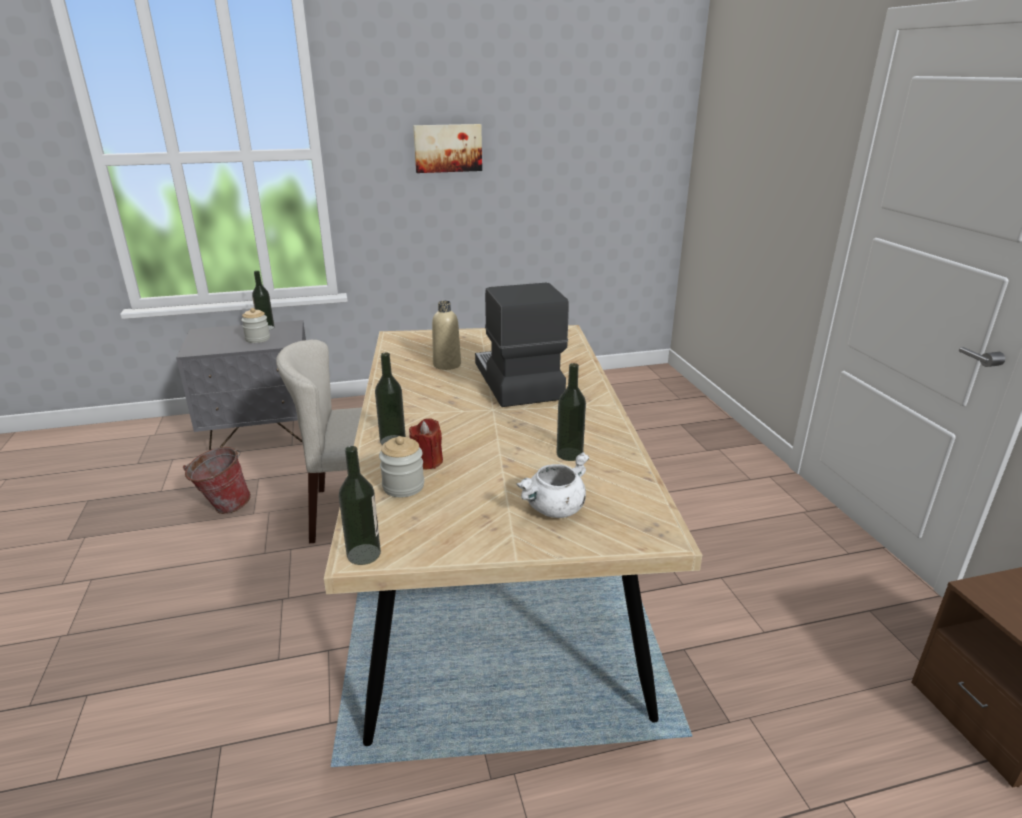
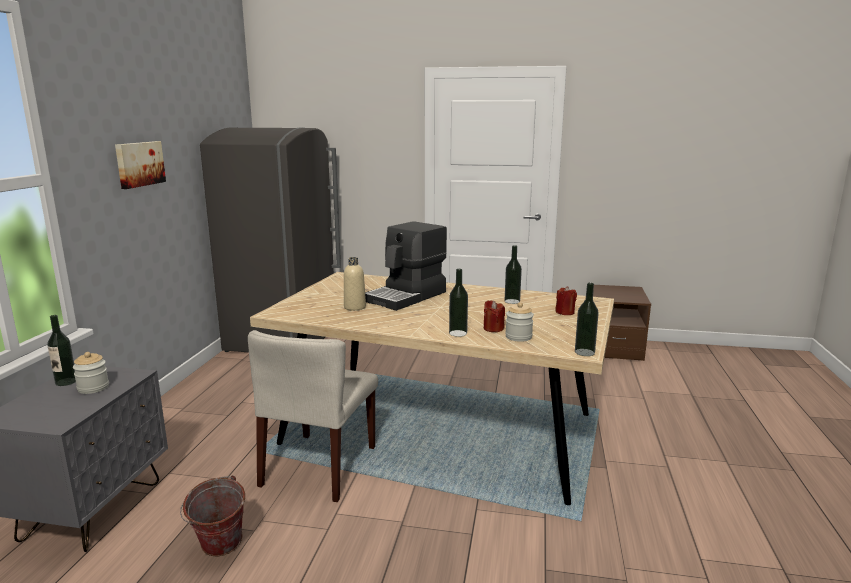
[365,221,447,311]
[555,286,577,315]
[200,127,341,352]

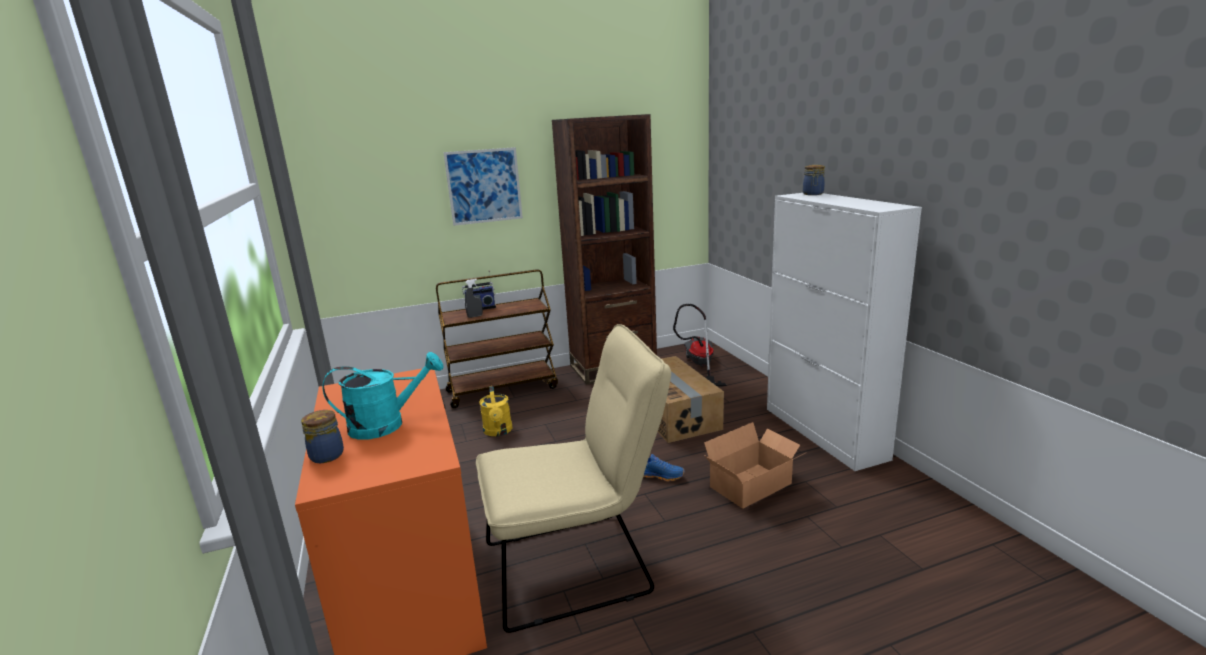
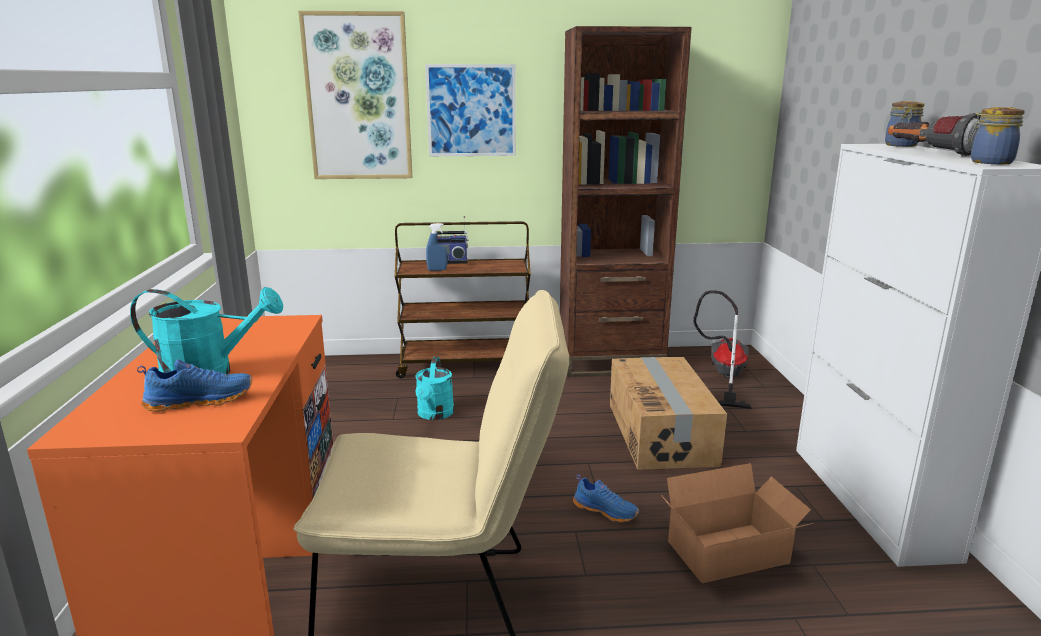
[426,223,447,271]
[415,357,454,420]
[968,107,1025,164]
[298,11,412,179]
[888,113,981,157]
[137,359,252,412]

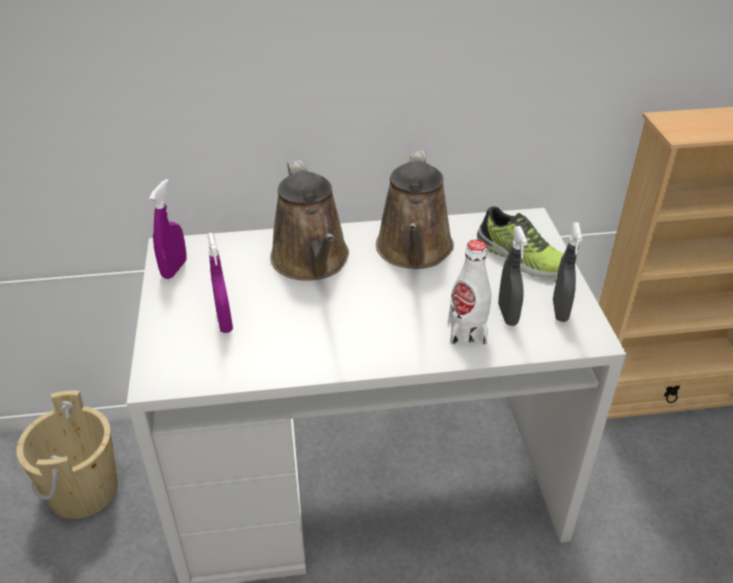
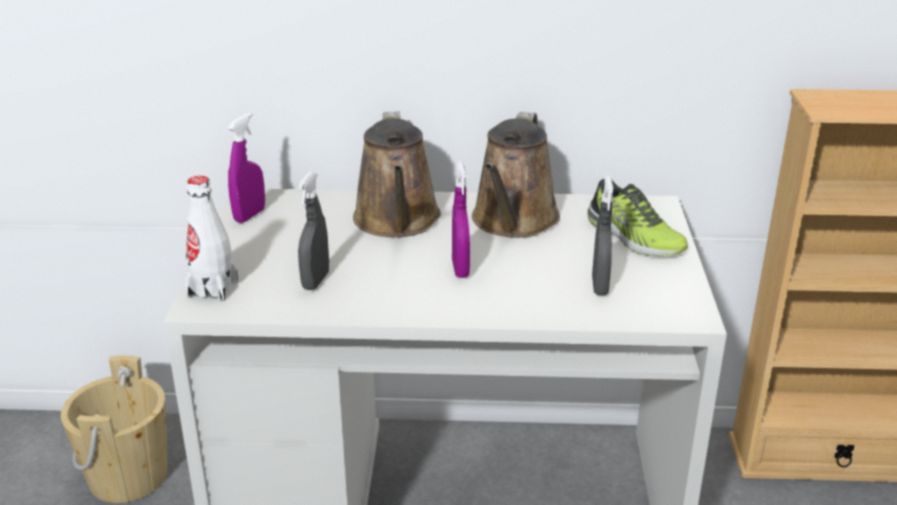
[298,172,329,290]
[452,161,470,278]
[185,176,238,301]

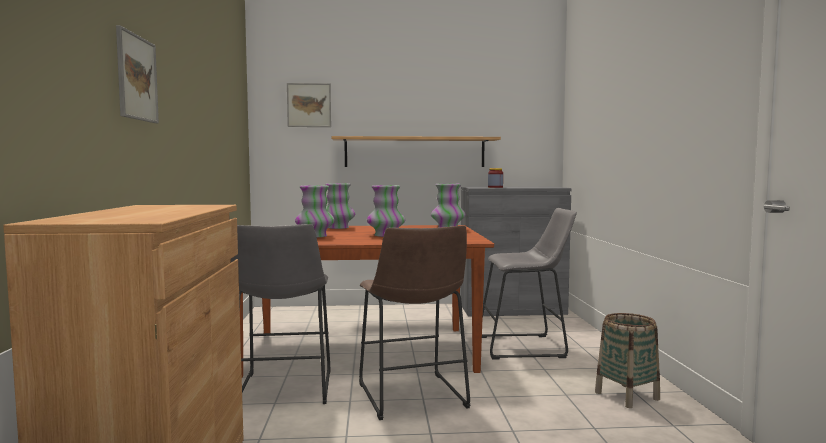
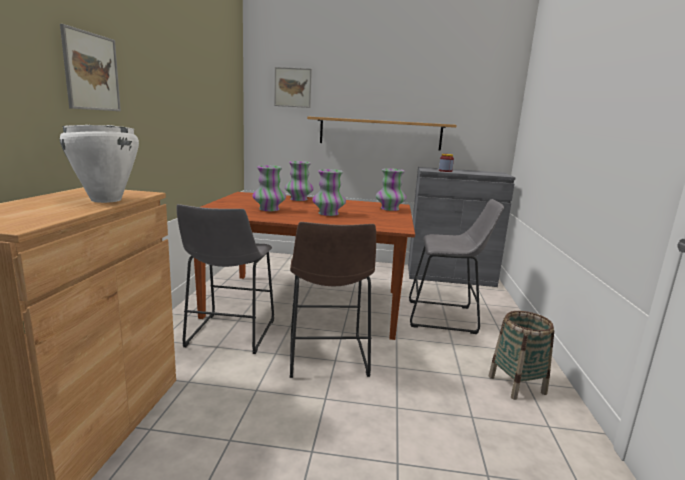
[60,125,139,203]

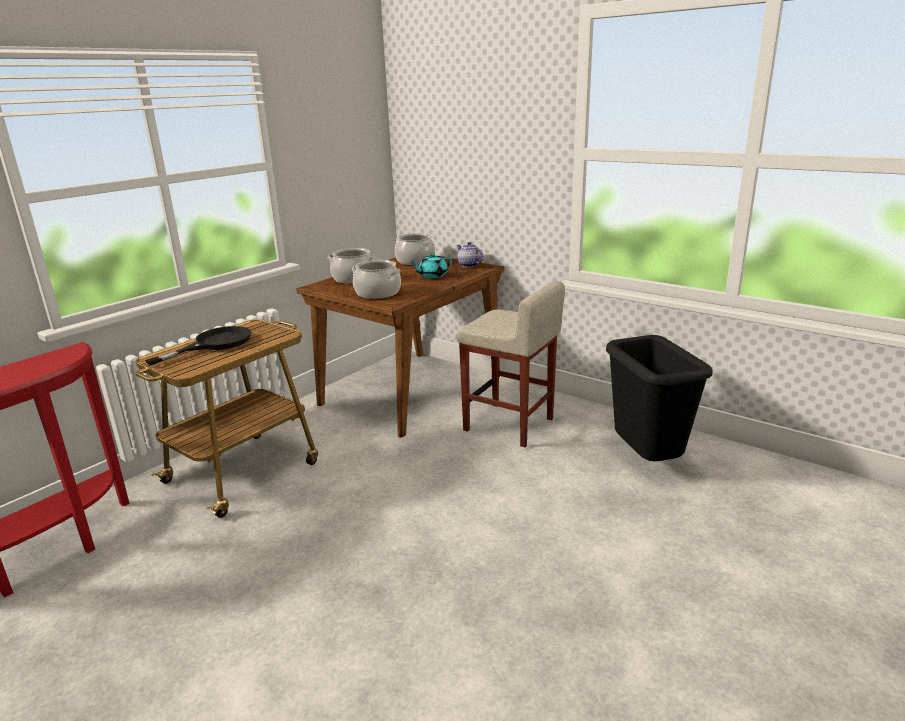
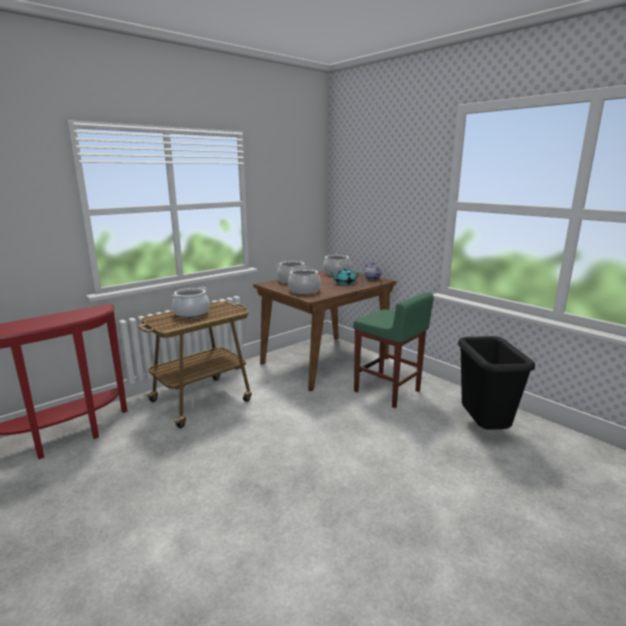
[353,292,434,408]
[172,287,210,318]

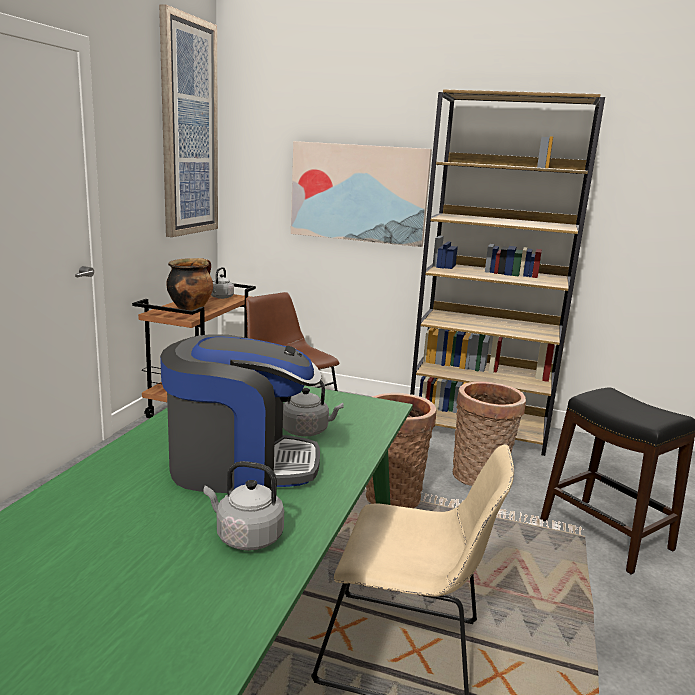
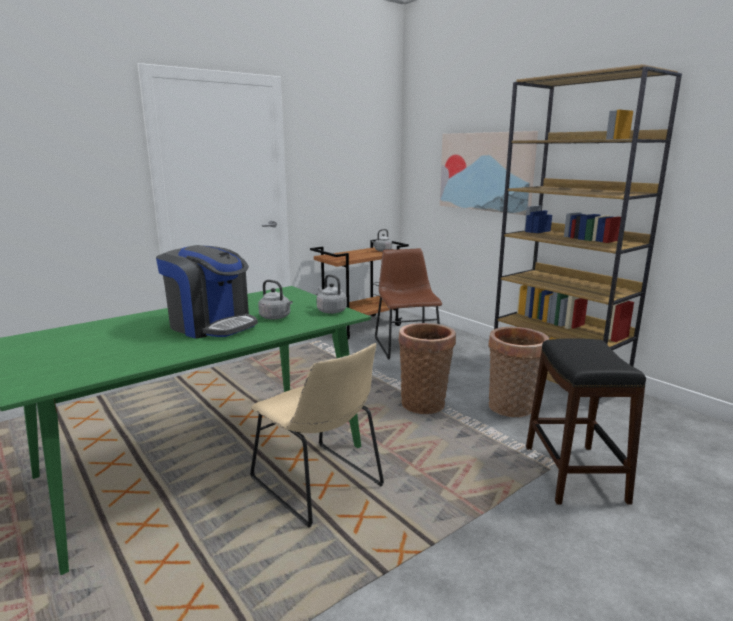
[159,4,218,237] (first image)
[166,258,213,311] (first image)
[316,274,347,314]

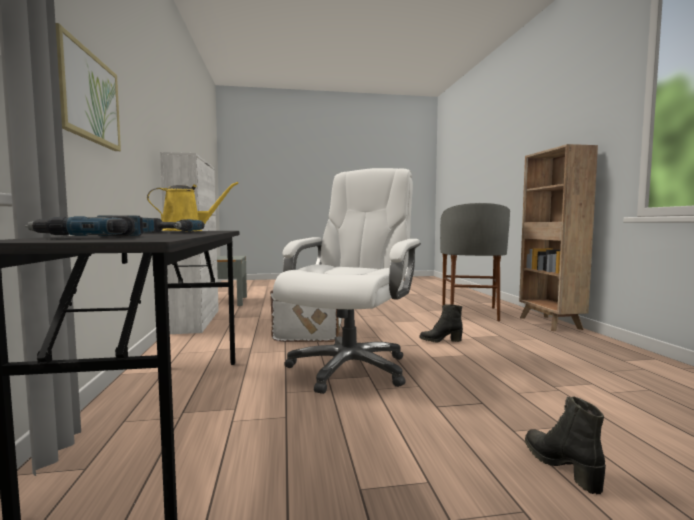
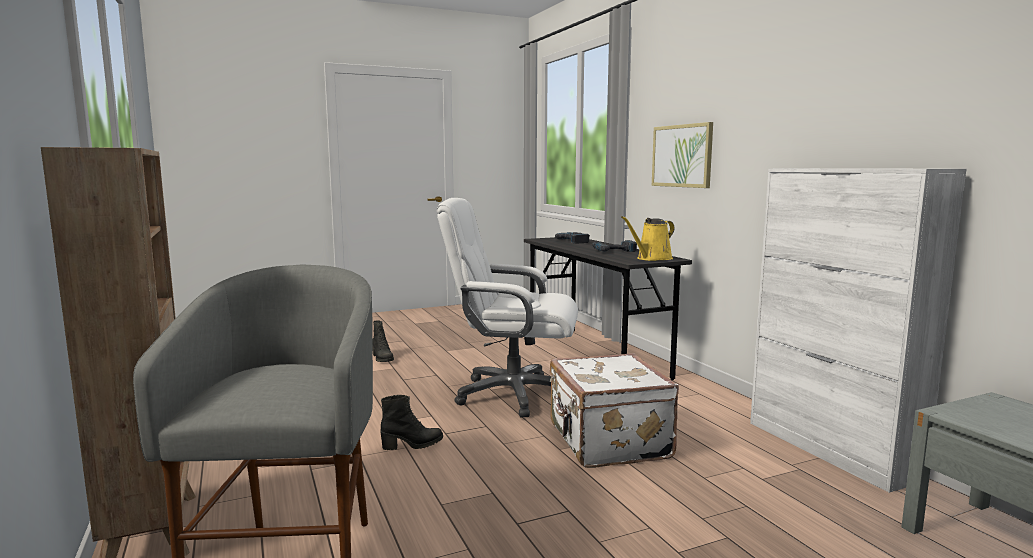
[437,198,578,418]

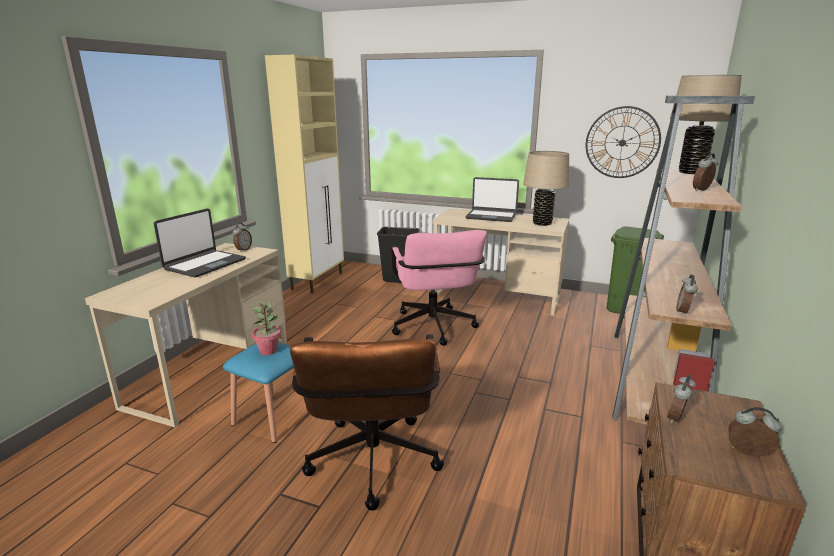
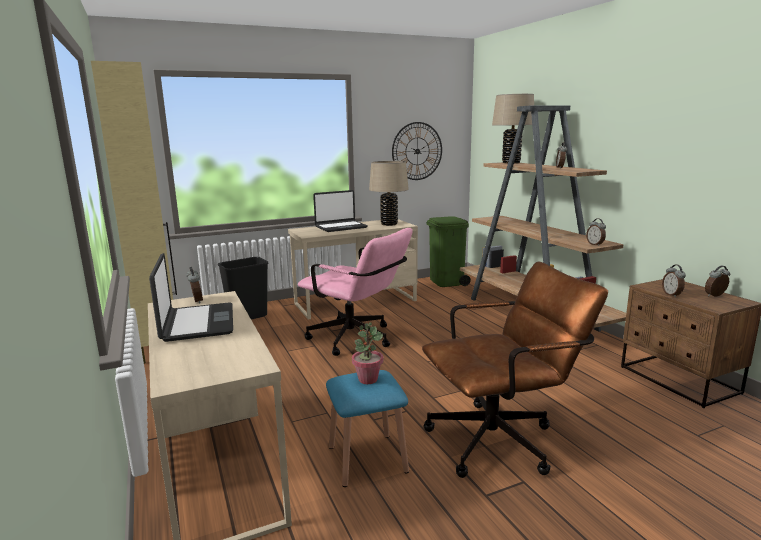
[422,261,608,478]

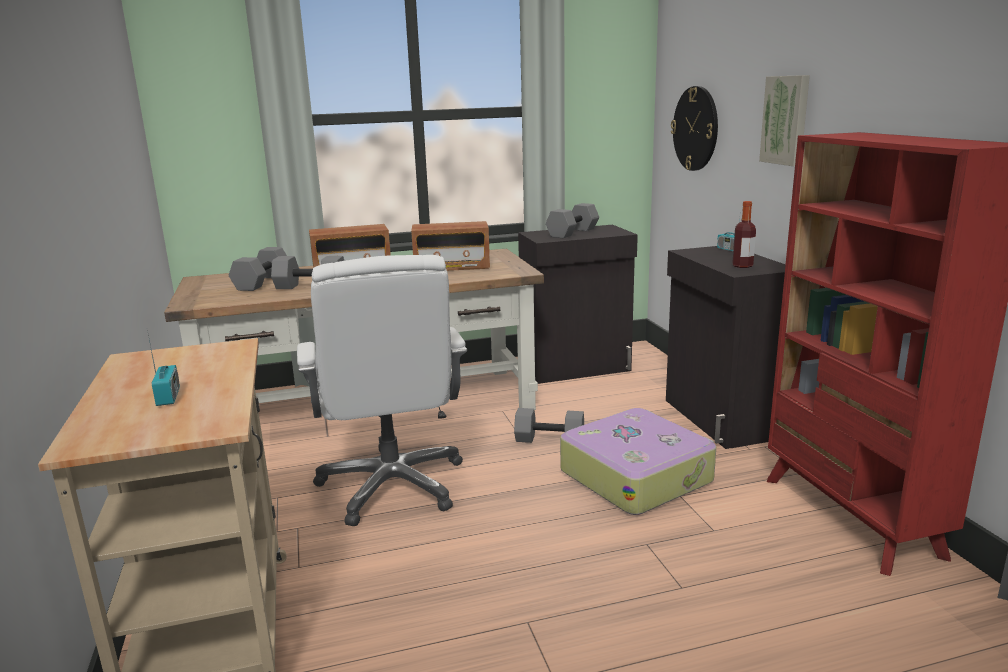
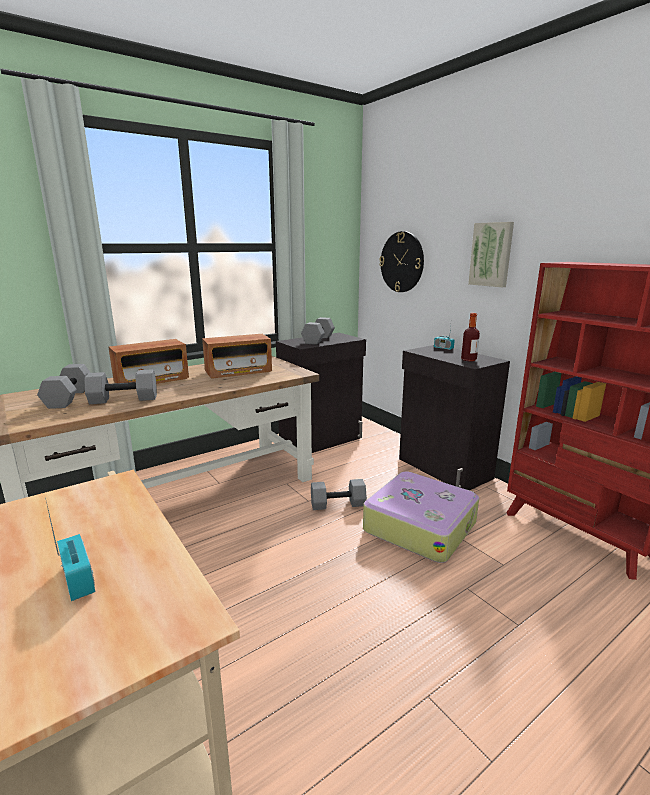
[297,255,467,526] (first image)

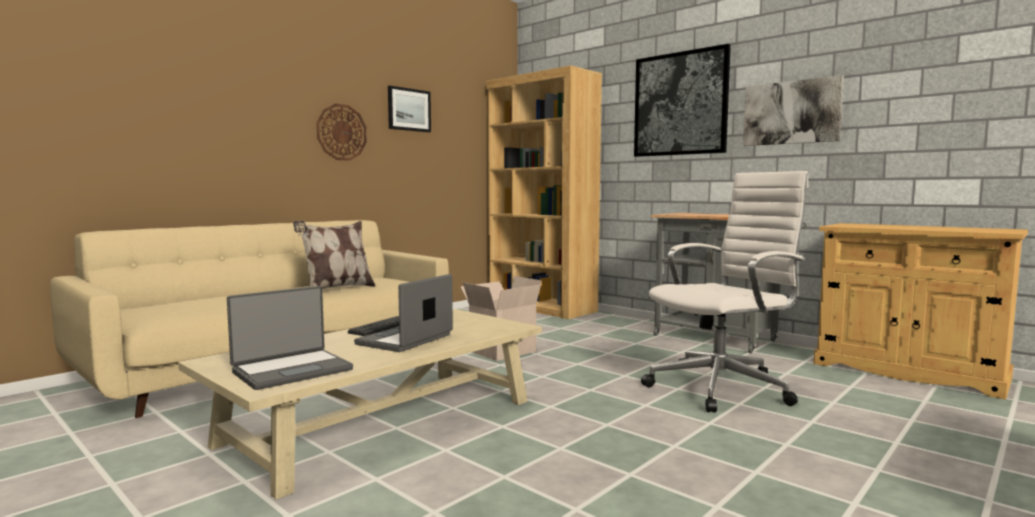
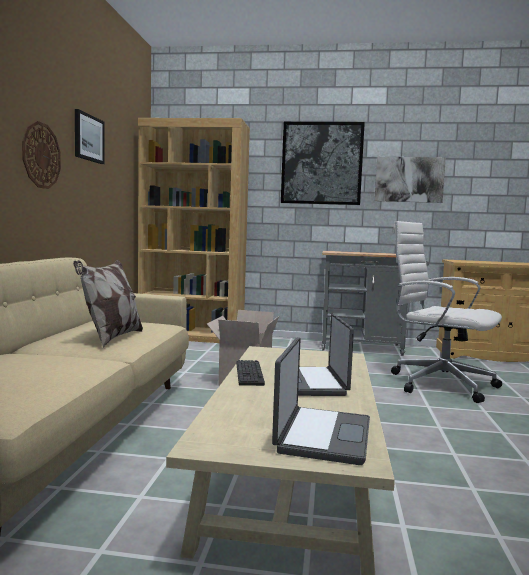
[391,221,502,403]

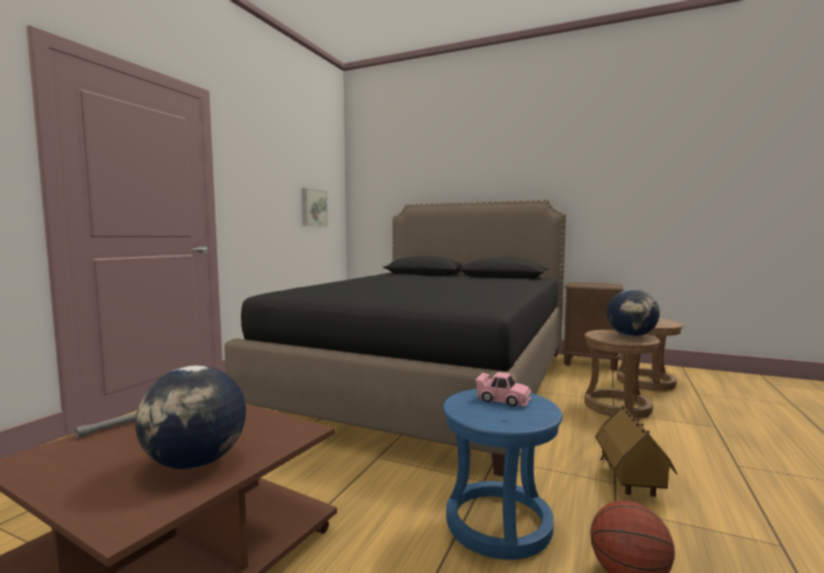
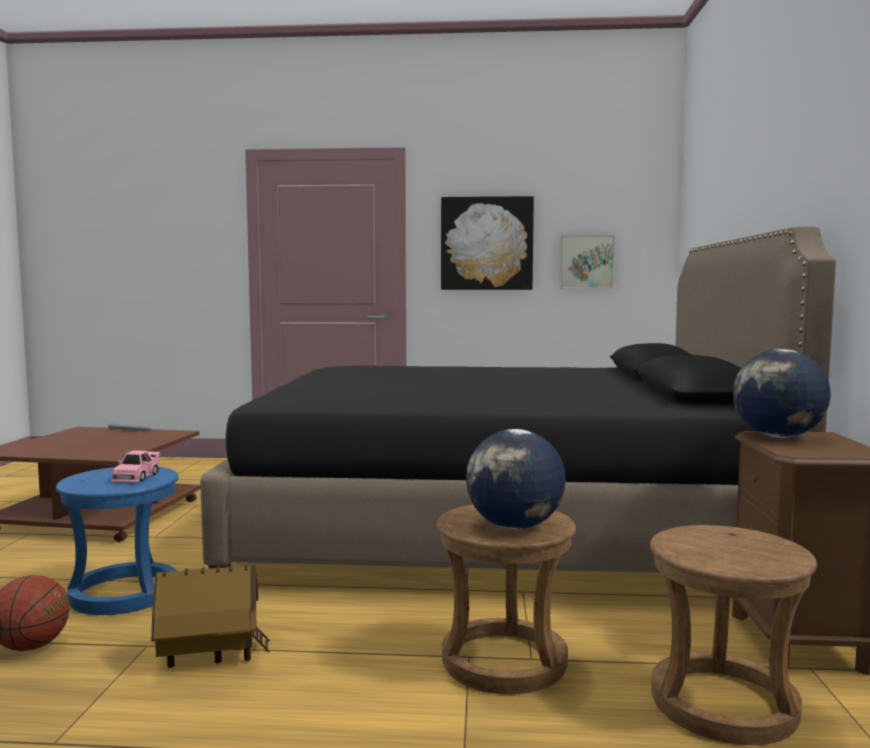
[733,349,831,438]
[441,196,534,290]

